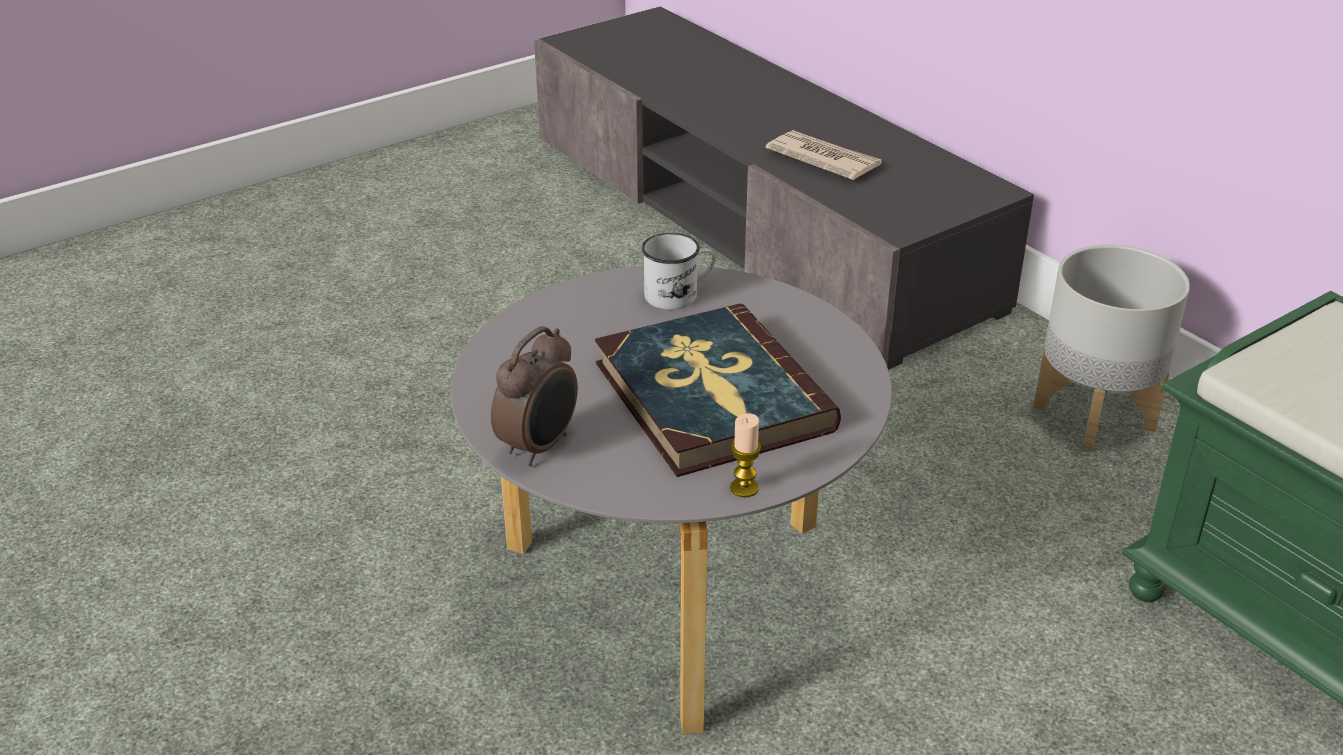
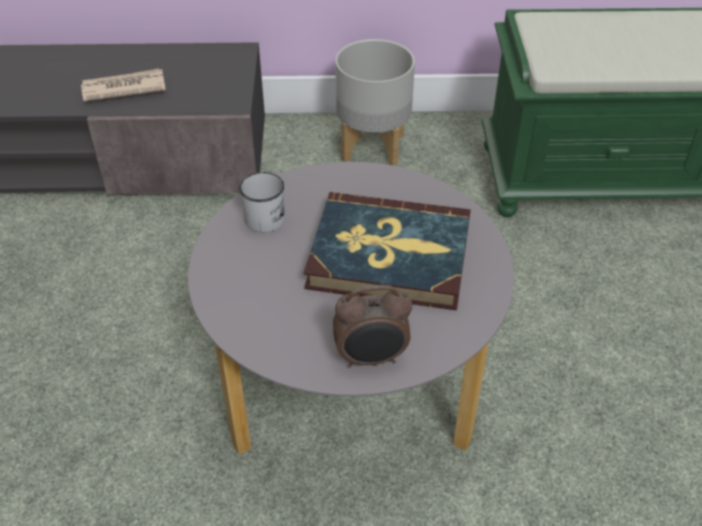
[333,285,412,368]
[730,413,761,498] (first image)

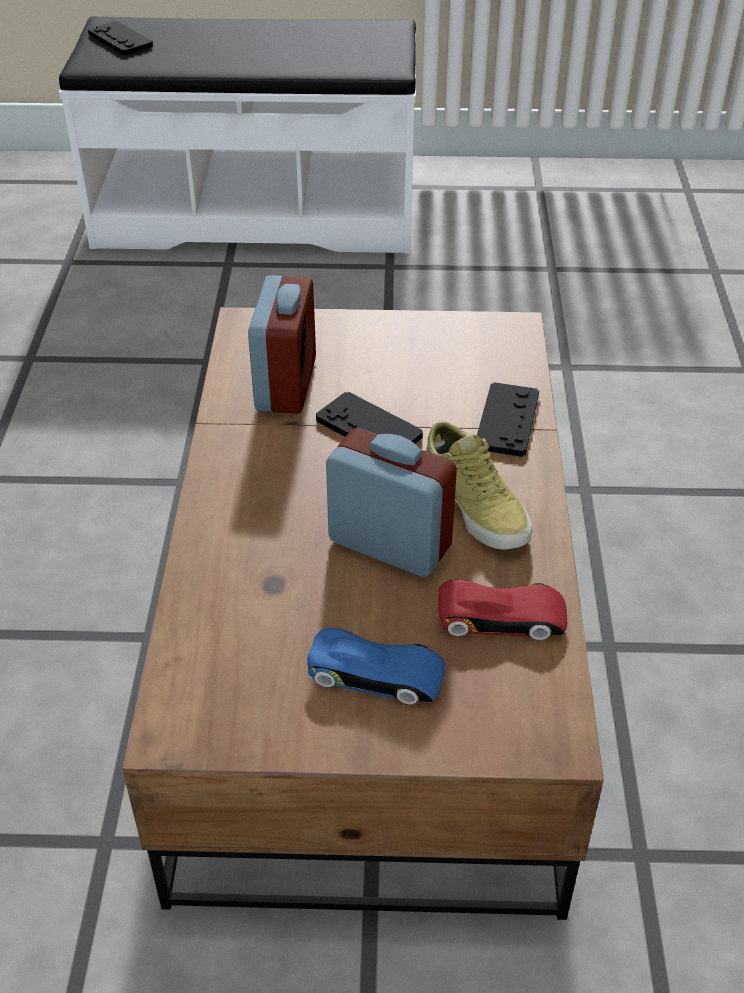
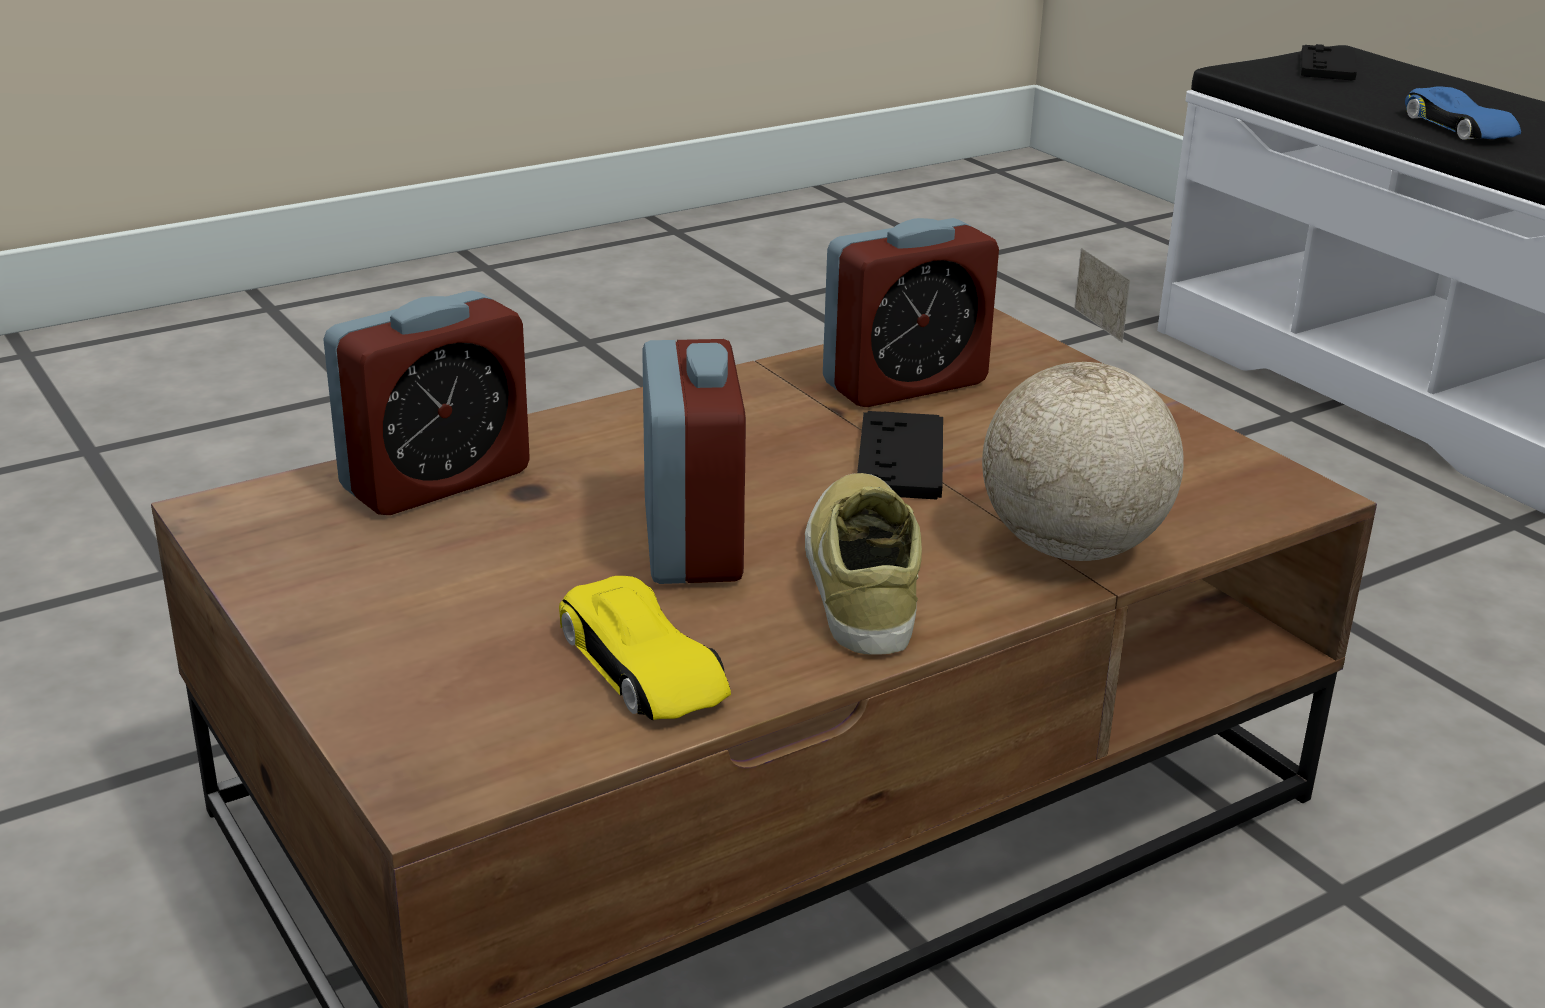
[982,248,1184,561]
[805,473,922,655]
[559,576,731,720]
[1405,87,1521,140]
[323,291,530,515]

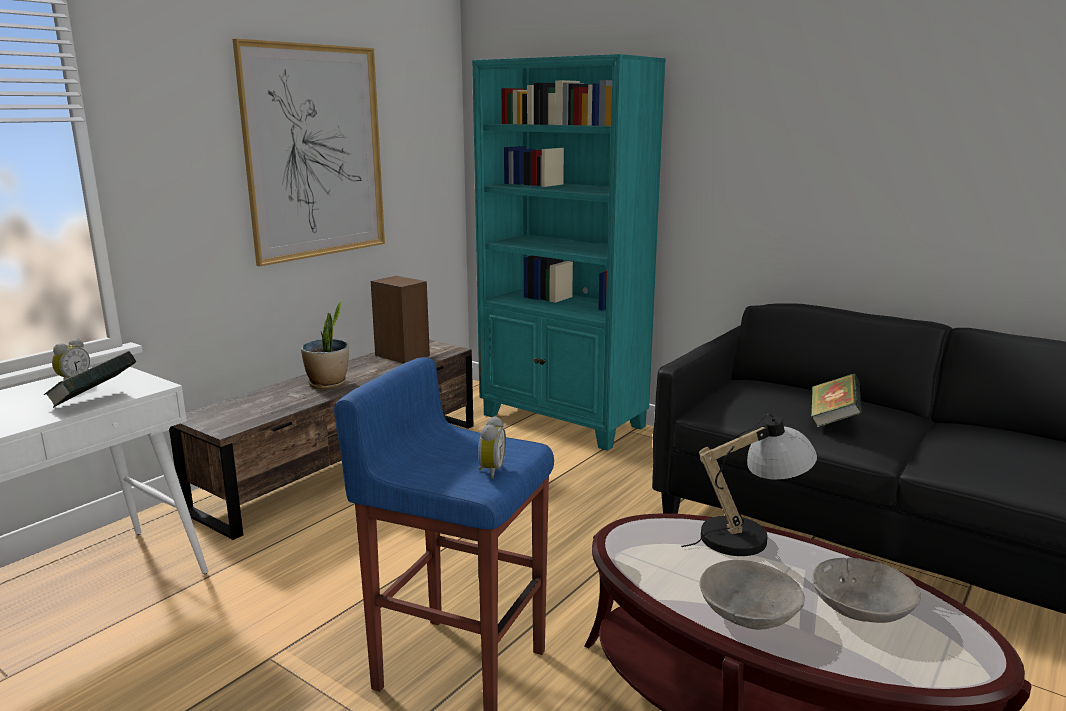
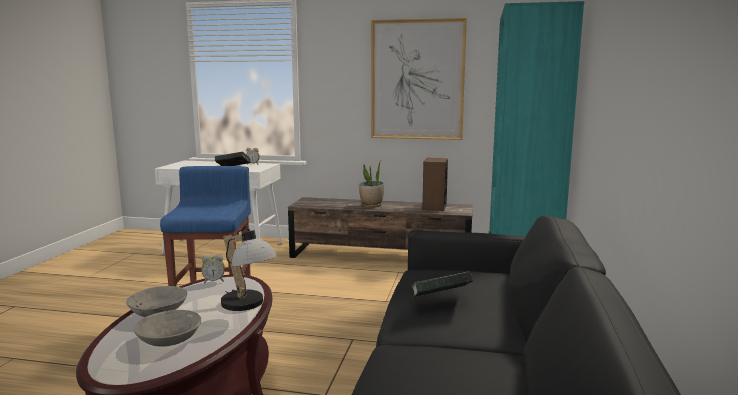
[201,254,225,284]

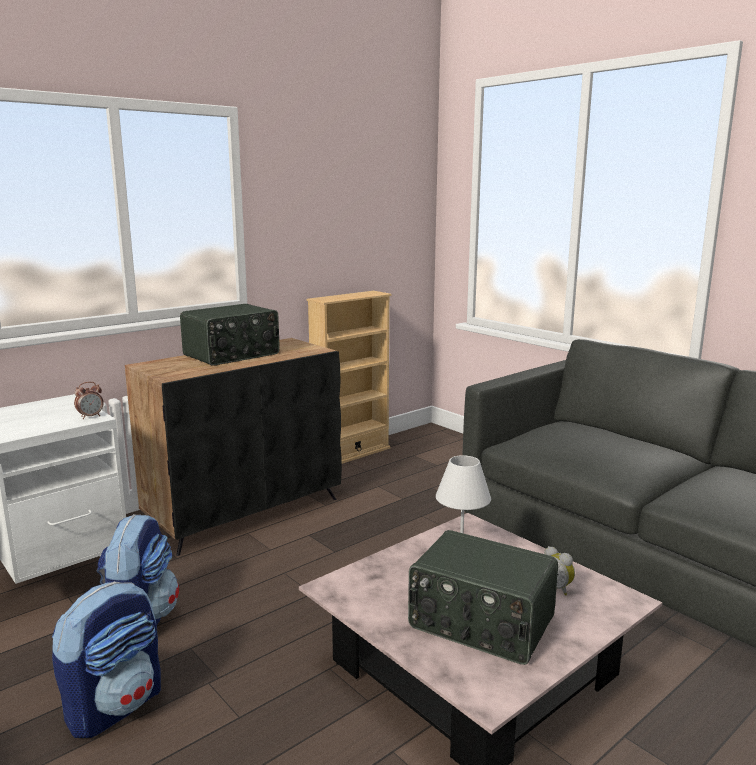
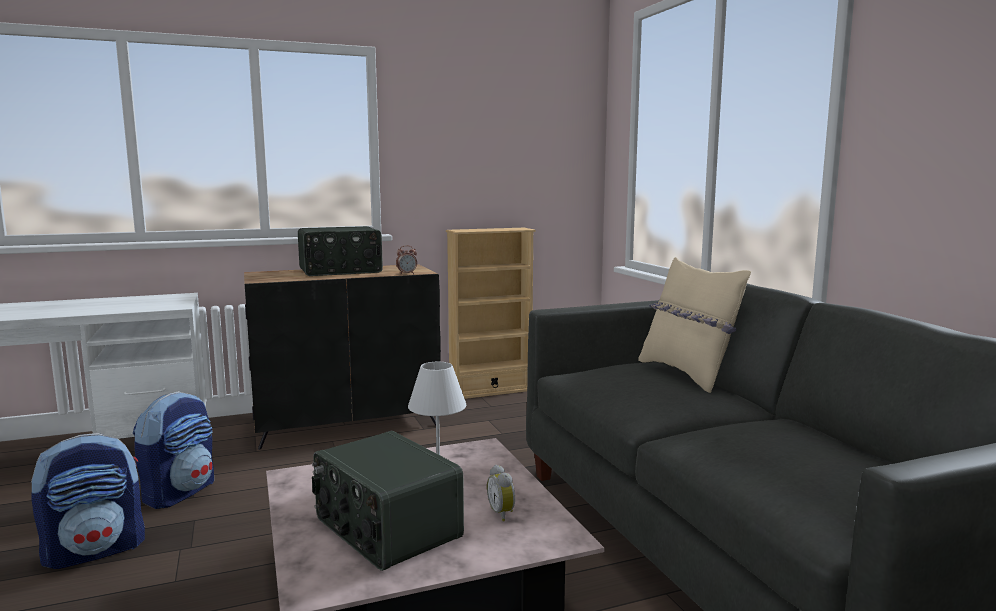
[396,245,417,275]
[638,257,751,393]

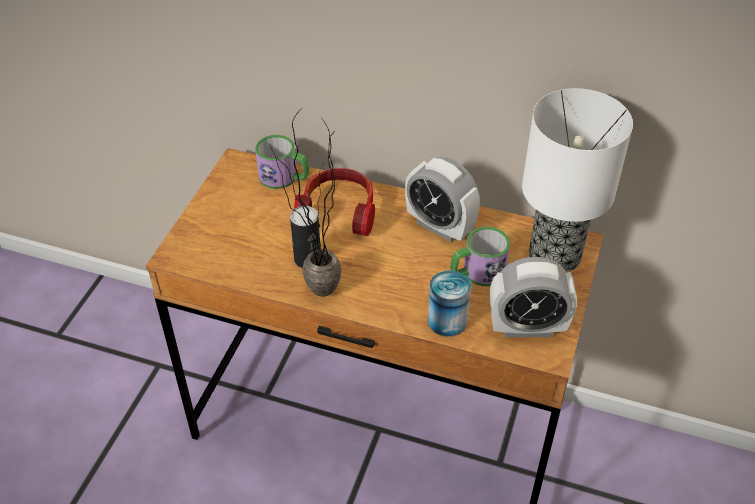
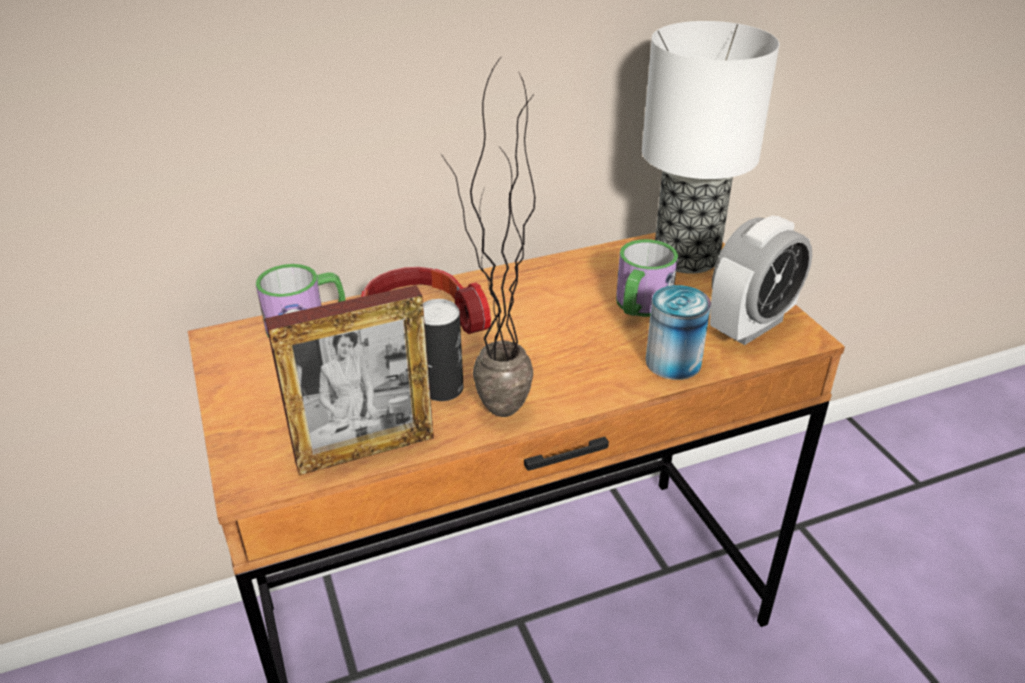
[405,157,480,242] (first image)
[265,285,434,476]

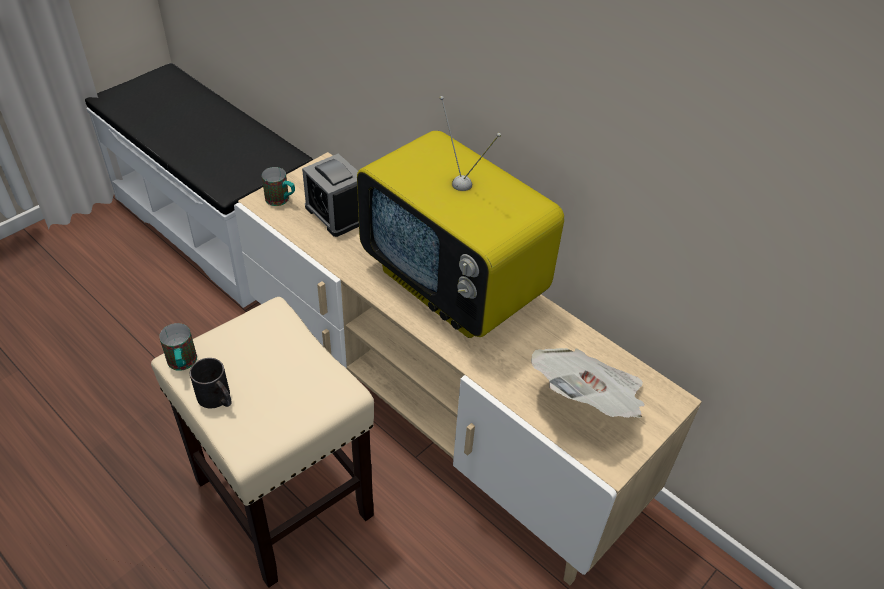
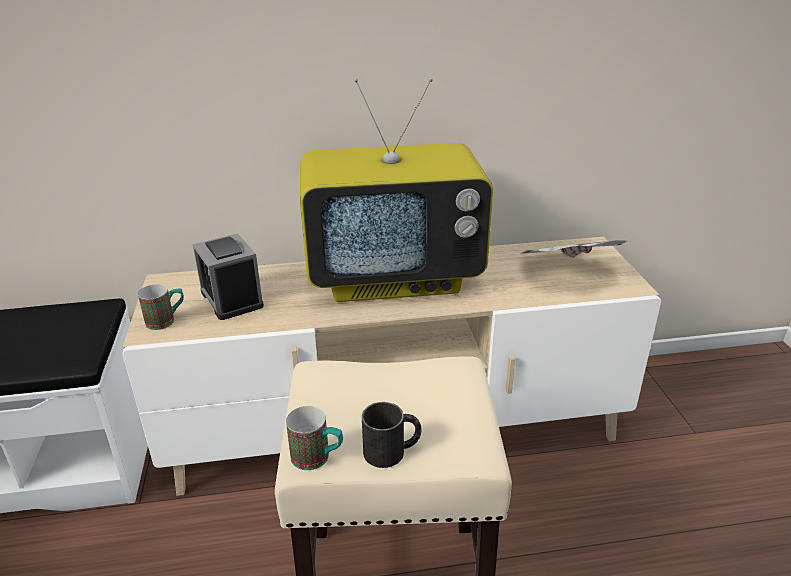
[193,233,264,320]

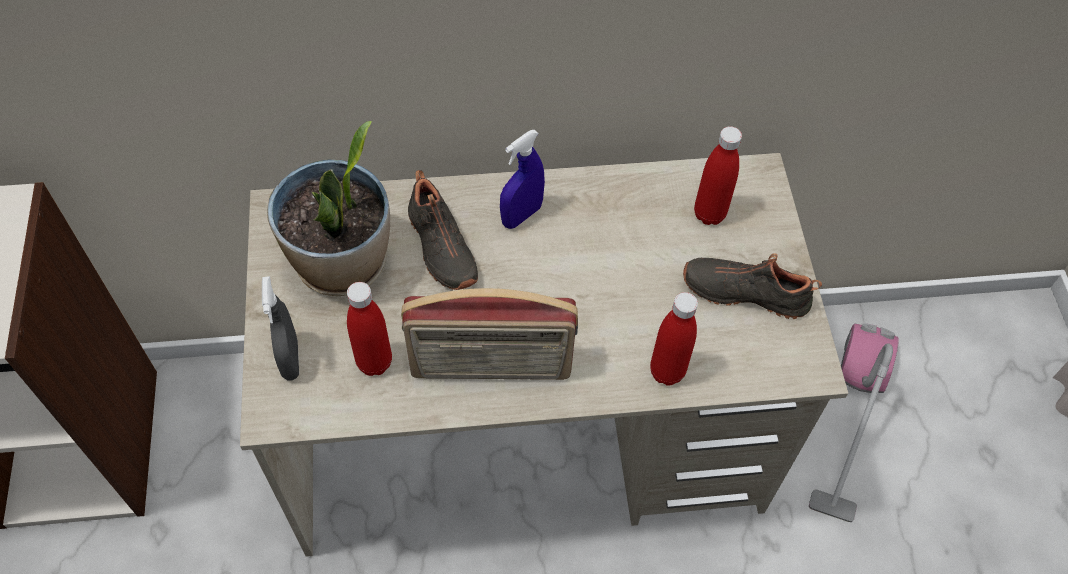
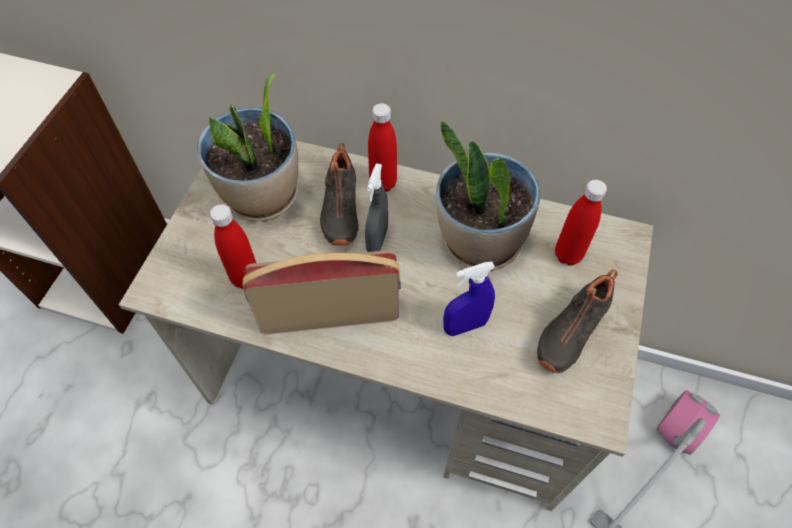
[443,262,495,336]
[537,269,618,373]
[365,163,388,252]
[243,250,401,335]
[368,103,397,192]
[436,120,540,271]

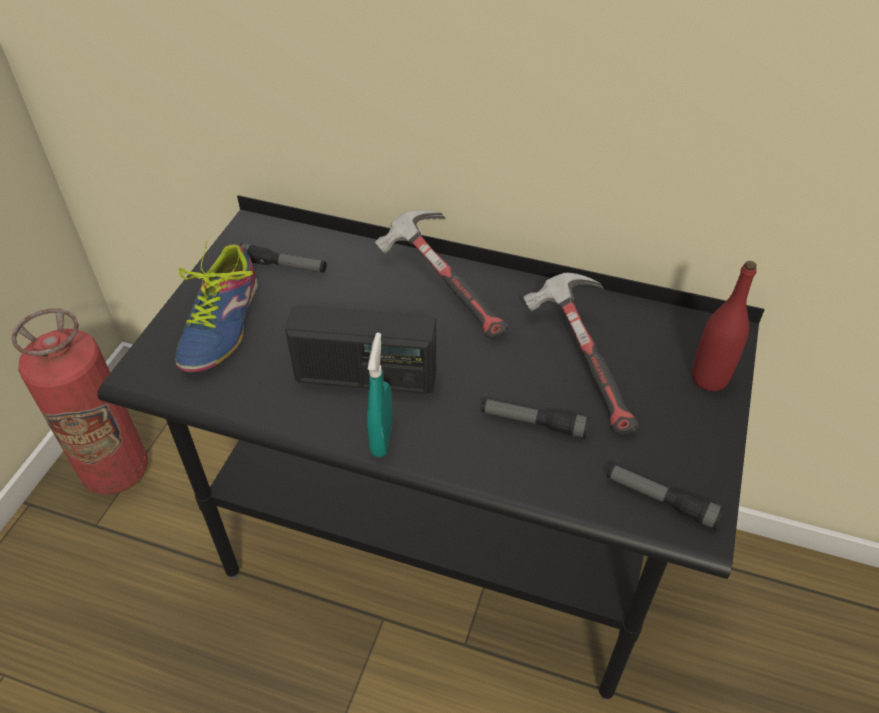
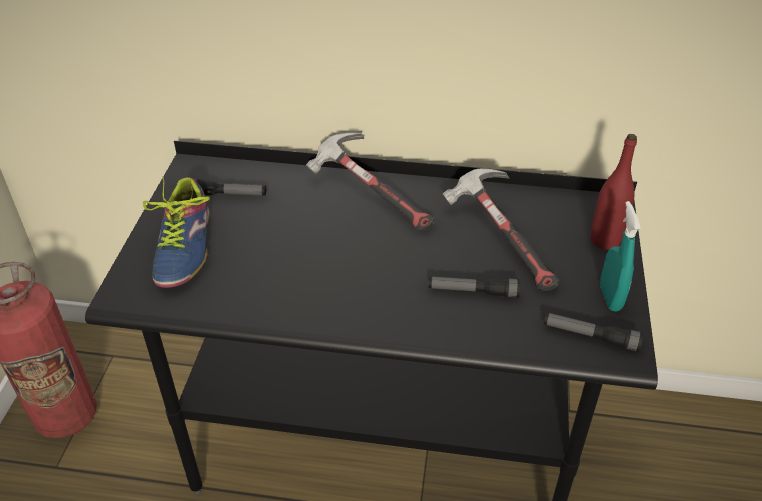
[285,305,436,394] (first image)
[600,201,641,311]

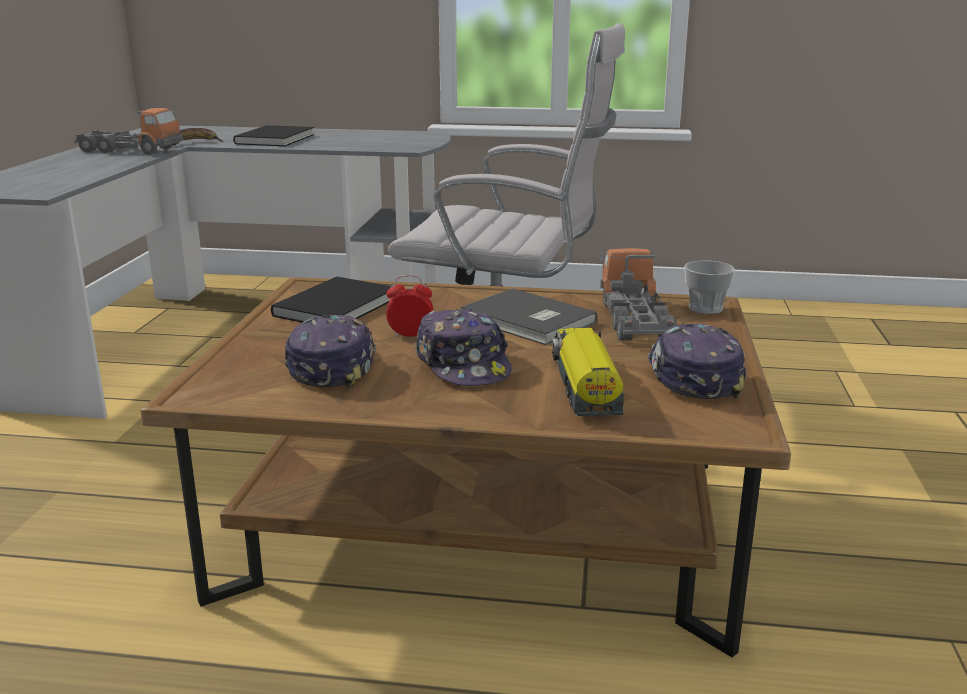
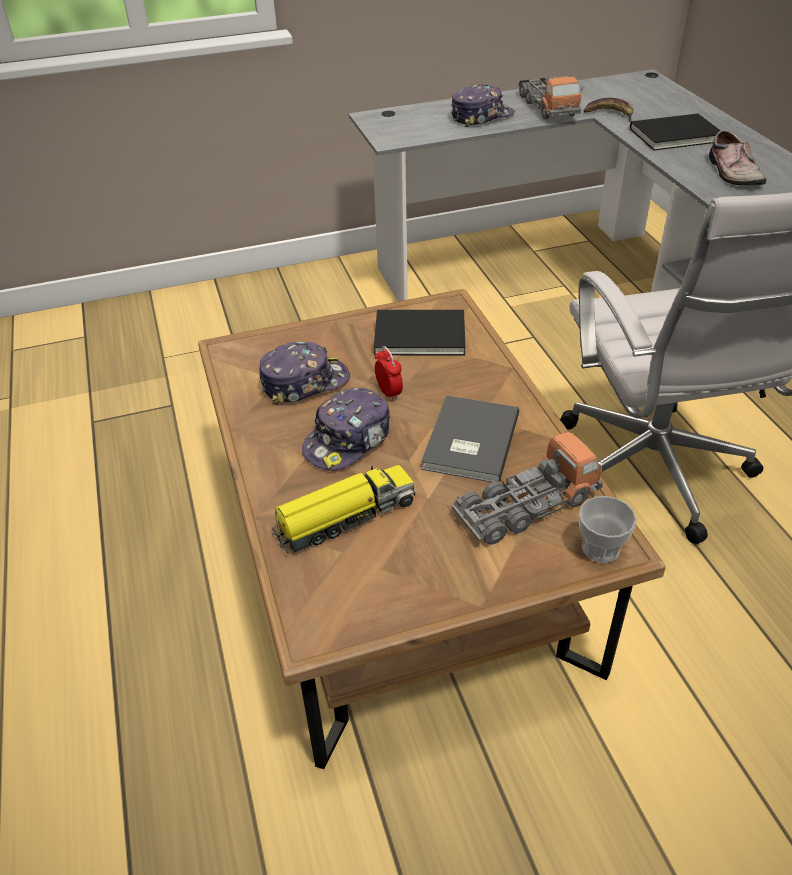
[451,84,515,127]
[709,130,766,186]

